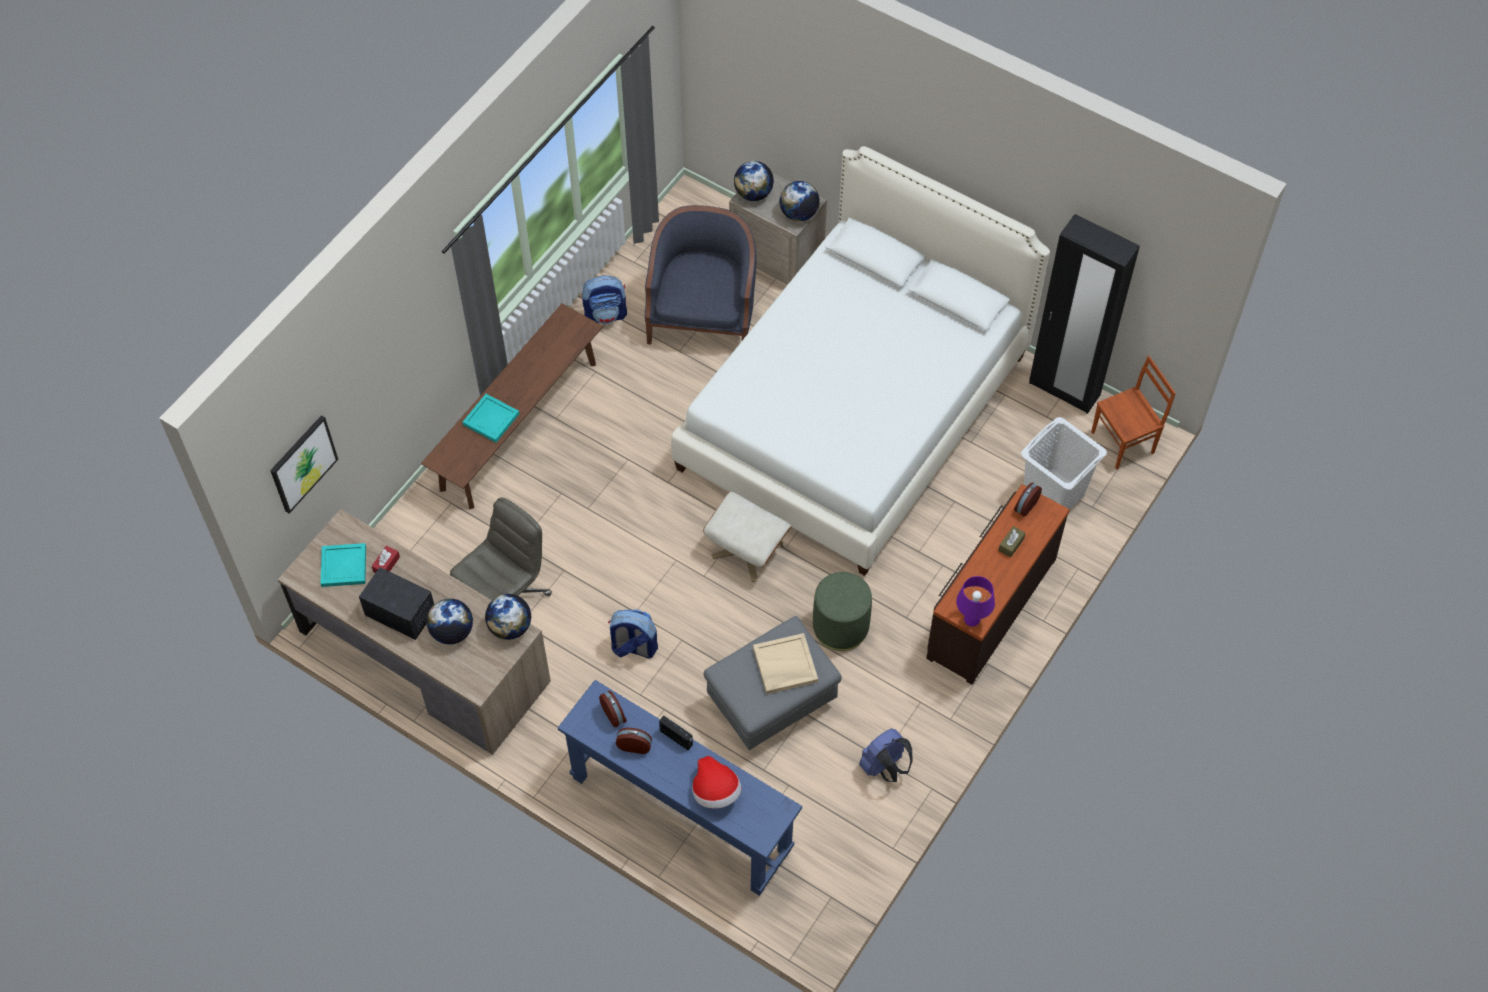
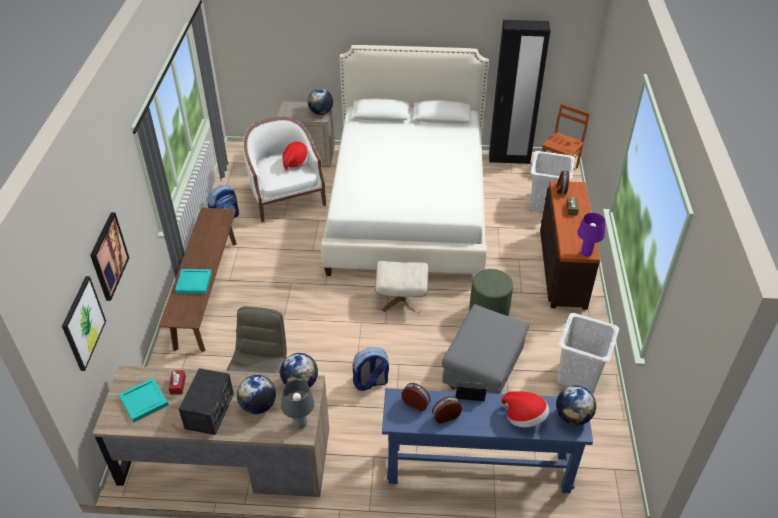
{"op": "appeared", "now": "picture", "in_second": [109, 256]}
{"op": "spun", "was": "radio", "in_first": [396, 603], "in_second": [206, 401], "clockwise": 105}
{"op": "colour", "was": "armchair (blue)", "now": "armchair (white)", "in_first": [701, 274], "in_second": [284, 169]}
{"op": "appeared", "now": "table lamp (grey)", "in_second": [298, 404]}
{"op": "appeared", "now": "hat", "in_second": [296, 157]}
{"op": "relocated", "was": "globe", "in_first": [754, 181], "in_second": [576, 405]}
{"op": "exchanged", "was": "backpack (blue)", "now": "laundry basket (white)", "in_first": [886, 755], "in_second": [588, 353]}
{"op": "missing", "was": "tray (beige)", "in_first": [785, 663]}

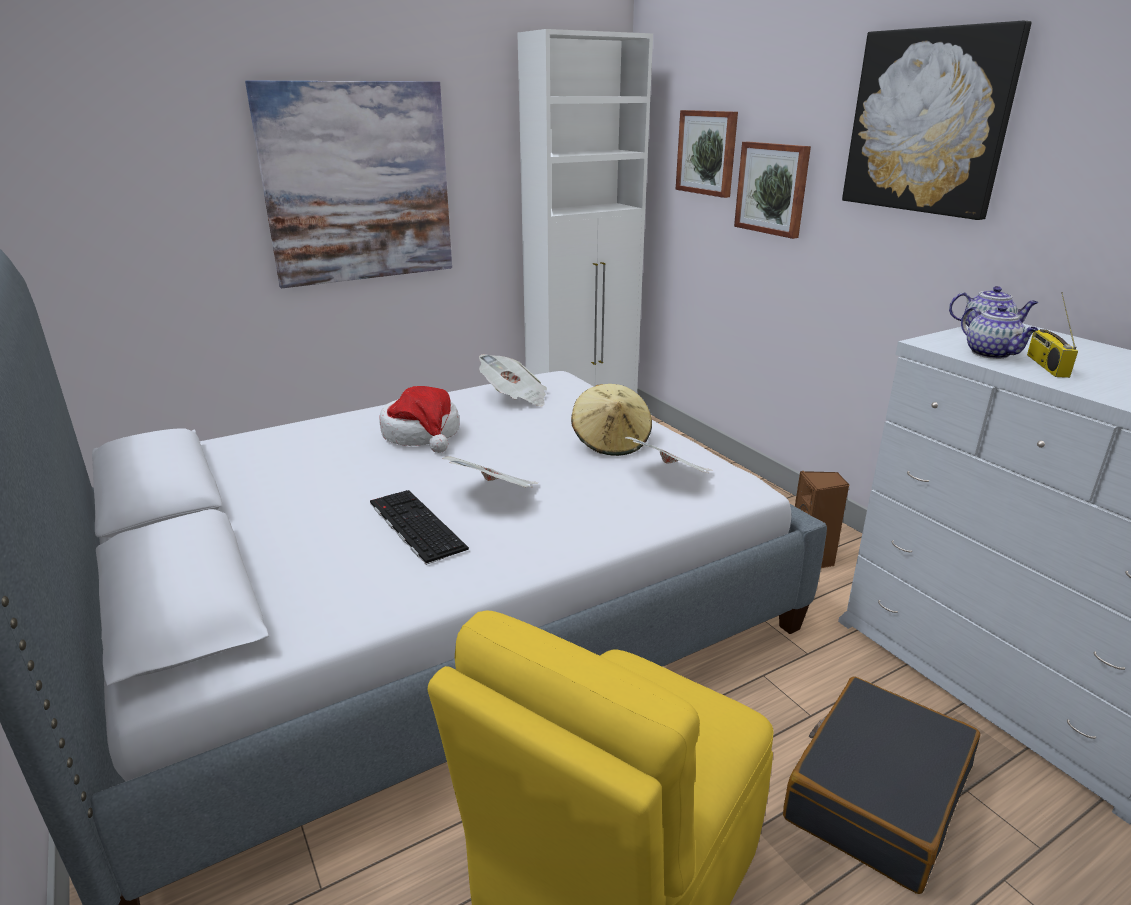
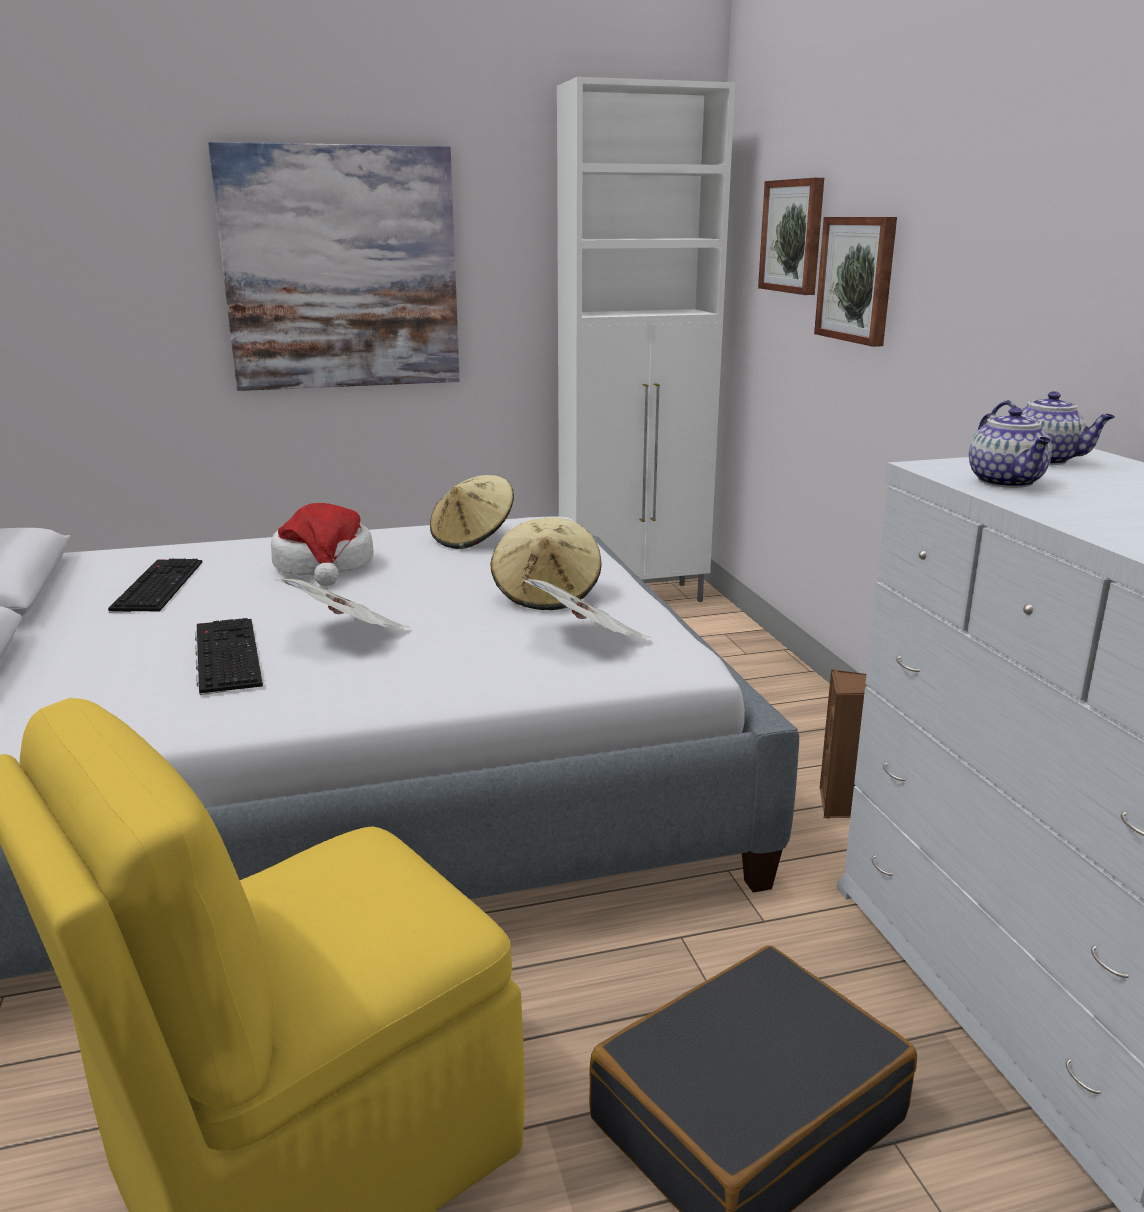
{"op": "appeared", "now": "keyboard", "in_second": [155, 586]}
{"op": "exchanged", "was": "newspaper", "now": "hat (beige)", "in_first": [513, 380], "in_second": [472, 512]}
{"op": "missing", "was": "picture", "in_first": [937, 120]}
{"op": "missing", "was": "radio", "in_first": [1052, 335]}

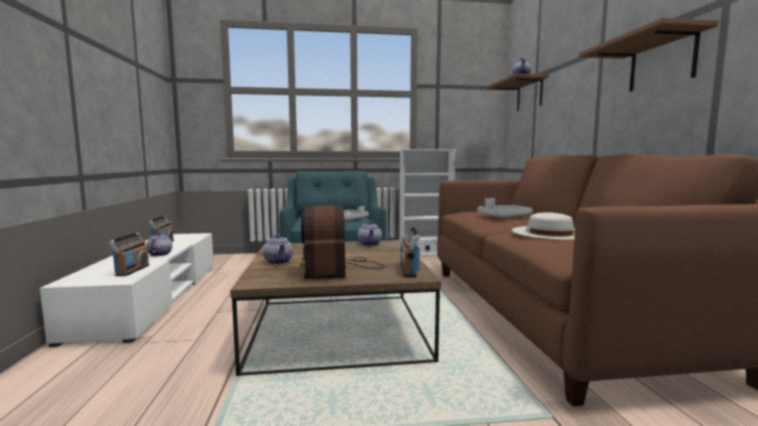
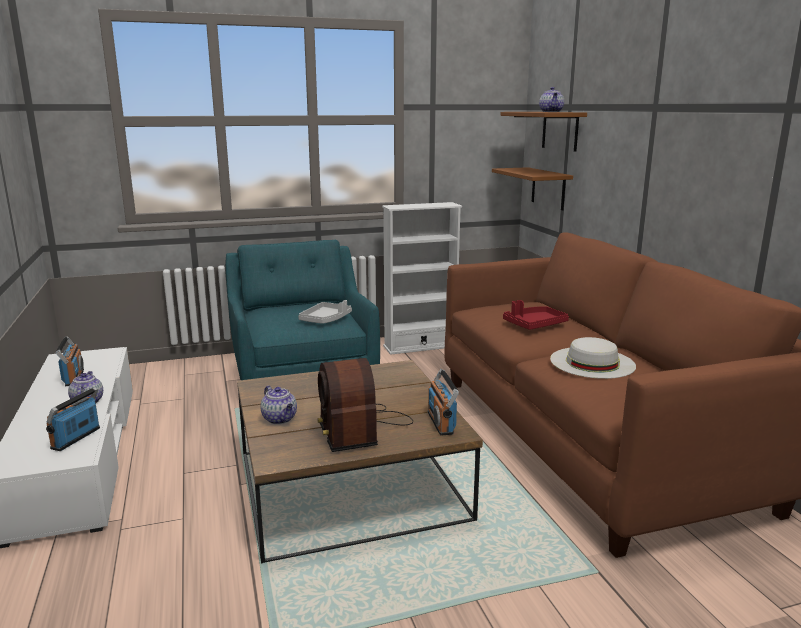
{"op": "spun", "was": "radio", "in_first": [128, 254], "in_second": [73, 419], "clockwise": -150}
{"op": "relocated", "was": "shelf (brown)", "in_first": [649, 55], "in_second": [532, 188]}
{"op": "colour", "was": "tray (grey)", "now": "tray (red)", "in_first": [505, 207], "in_second": [536, 315]}
{"op": "missing", "was": "teapot", "in_first": [370, 233]}

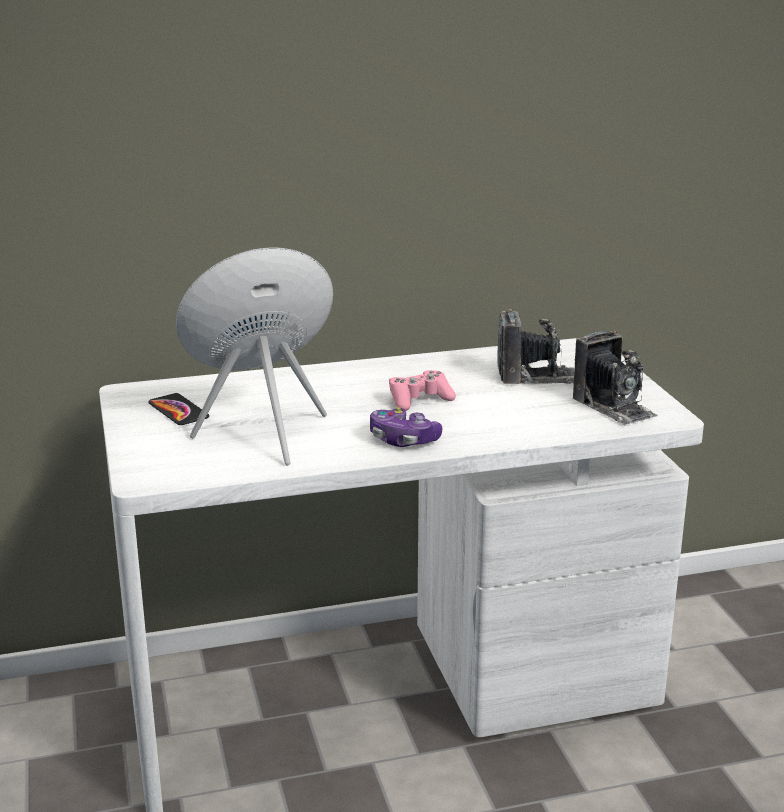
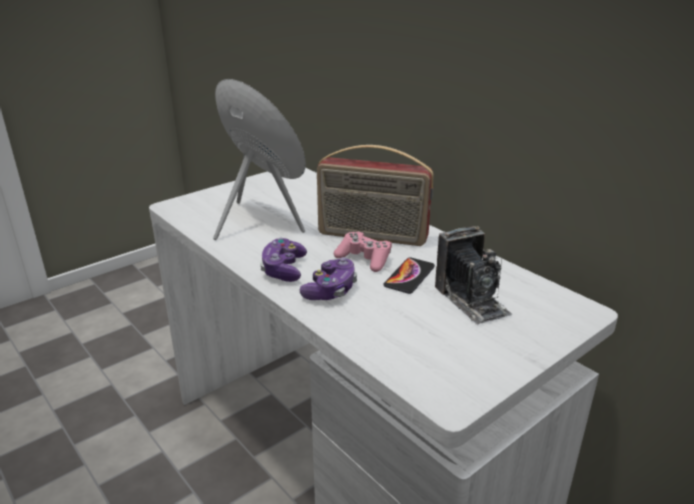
{"op": "appeared", "now": "game controller", "in_second": [328, 278]}
{"op": "appeared", "now": "radio", "in_second": [375, 195]}
{"op": "relocated", "was": "phone", "in_first": [178, 409], "in_second": [409, 275]}
{"op": "missing", "was": "photo camera", "in_first": [615, 378]}

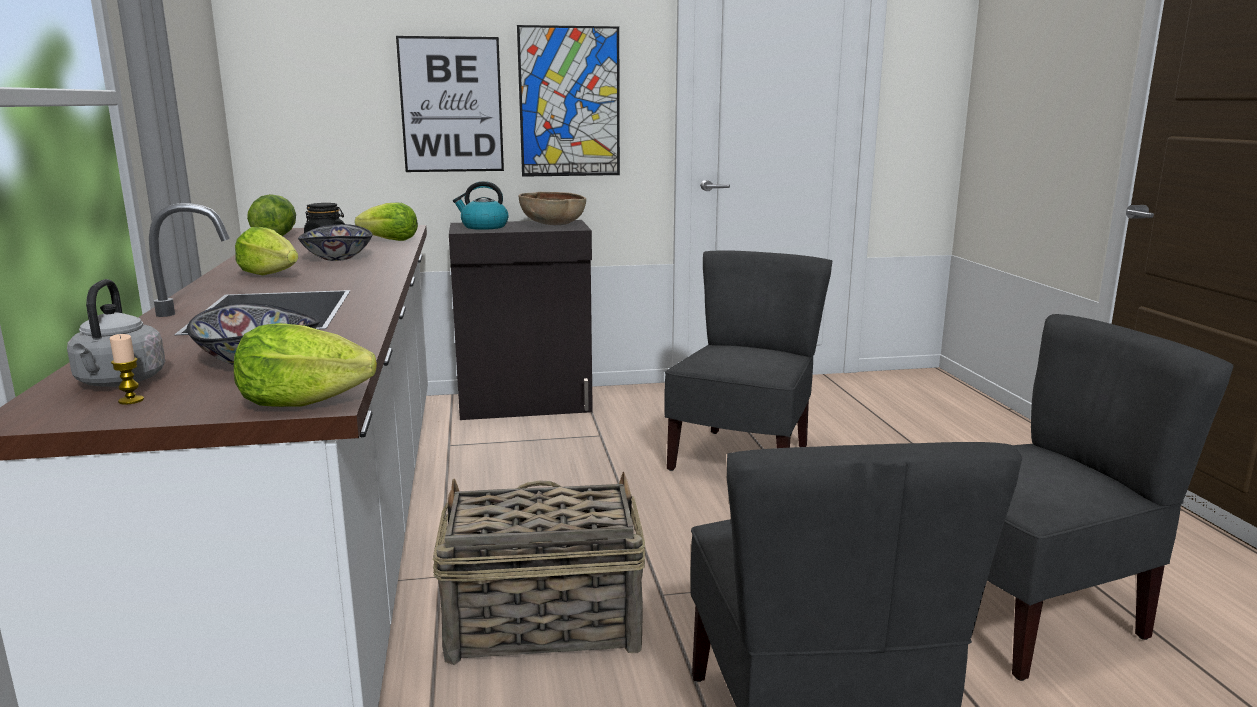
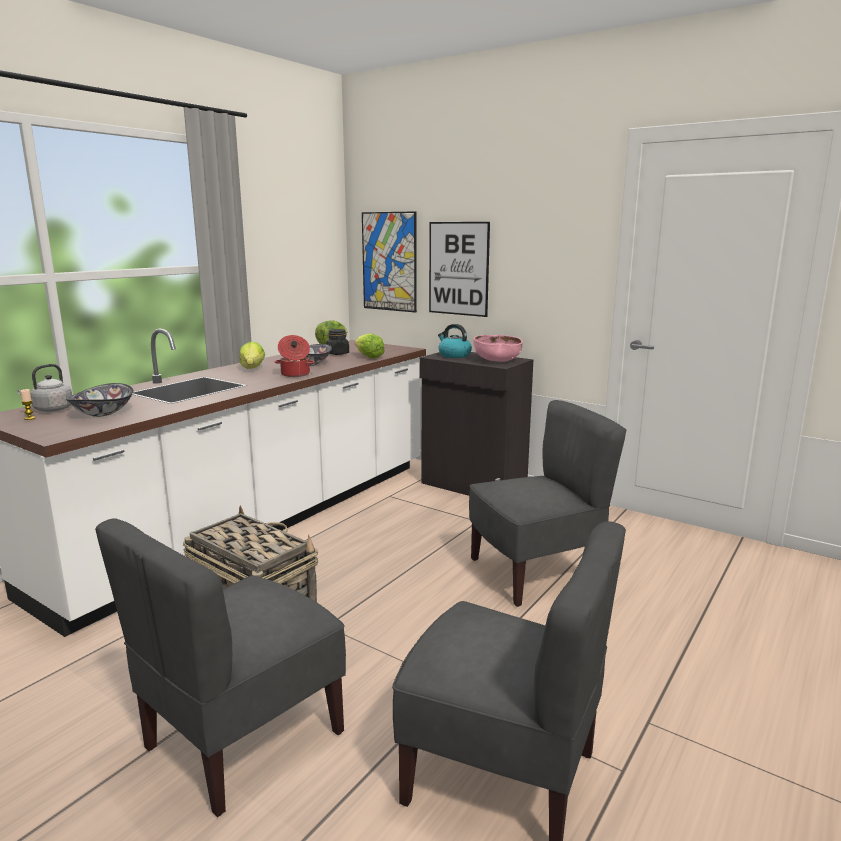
{"op": "appeared", "now": "cooking pot", "in_second": [295, 356]}
{"op": "relocated", "was": "picture", "in_first": [568, 101], "in_second": [389, 262]}
{"op": "colour", "was": "bowl (brown)", "now": "bowl (pink)", "in_first": [552, 208], "in_second": [498, 348]}
{"op": "missing", "was": "lettuce", "in_first": [305, 365]}

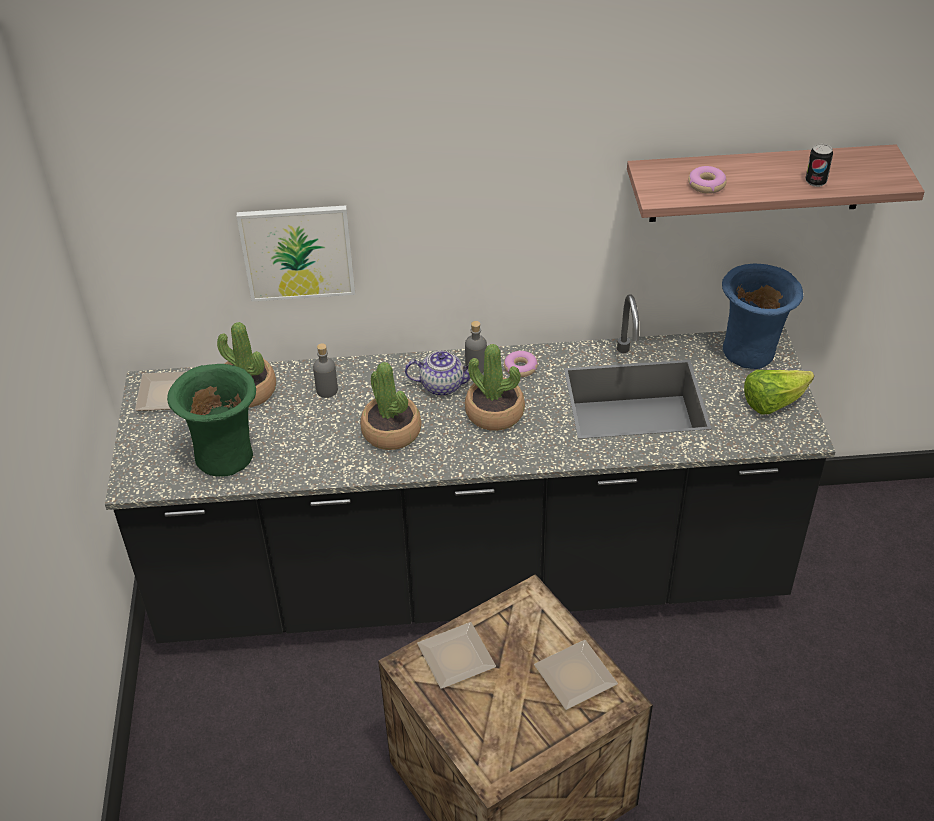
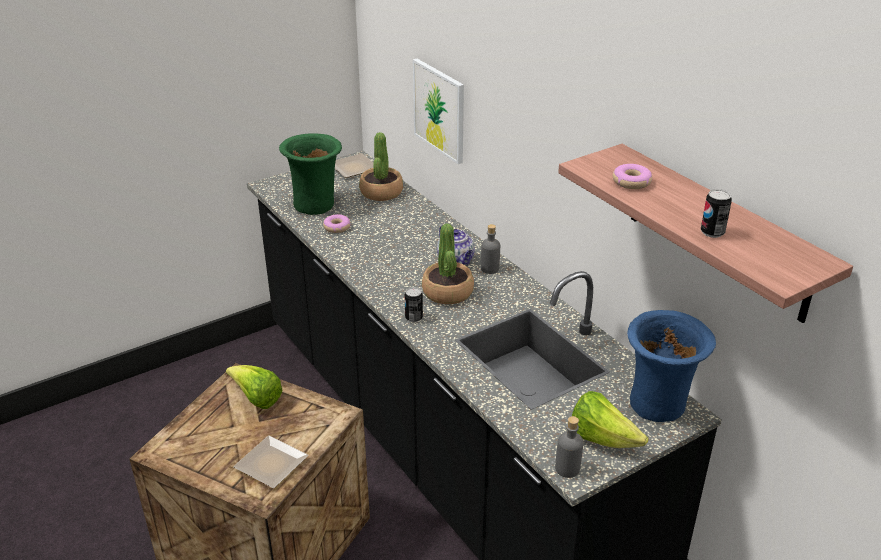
{"op": "exchanged", "was": "plate", "now": "lettuce", "in_first": [456, 655], "in_second": [254, 387]}
{"op": "relocated", "was": "donut", "in_first": [521, 364], "in_second": [337, 223]}
{"op": "appeared", "now": "can", "in_second": [413, 304]}
{"op": "relocated", "was": "bottle (grey)", "in_first": [325, 370], "in_second": [569, 447]}
{"op": "missing", "was": "potted plant", "in_first": [391, 406]}

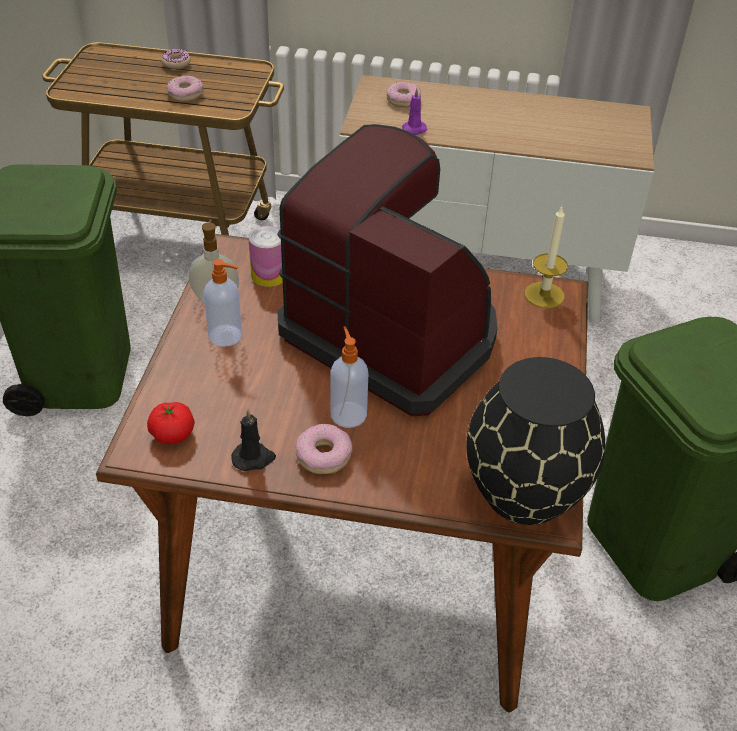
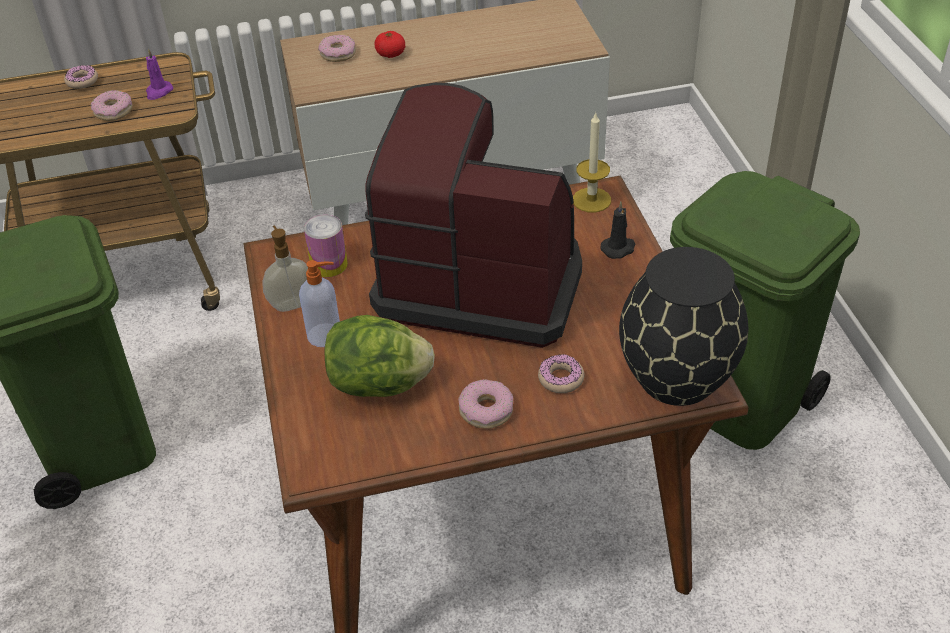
{"op": "relocated", "was": "candle (purple)", "in_first": [414, 111], "in_second": [159, 74]}
{"op": "appeared", "now": "lettuce", "in_second": [380, 356]}
{"op": "relocated", "was": "tomato", "in_first": [171, 423], "in_second": [390, 44]}
{"op": "appeared", "now": "donut", "in_second": [561, 373]}
{"op": "relocated", "was": "candle (black)", "in_first": [253, 440], "in_second": [618, 230]}
{"op": "missing", "was": "soap dispenser", "in_first": [349, 377]}

